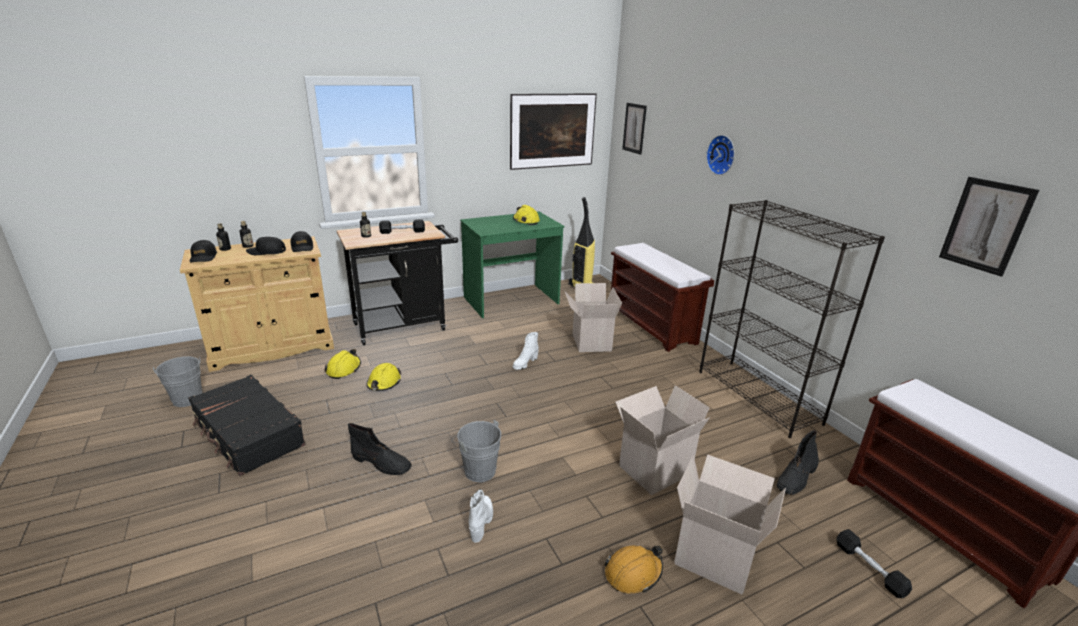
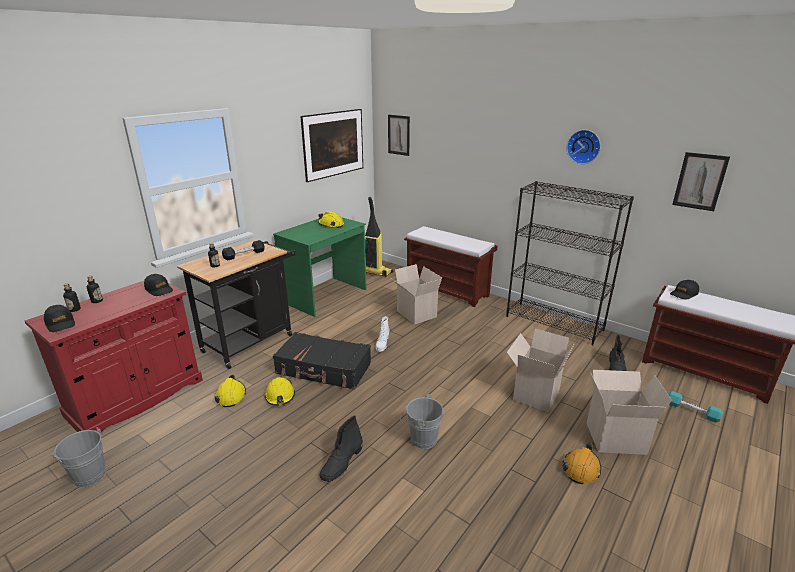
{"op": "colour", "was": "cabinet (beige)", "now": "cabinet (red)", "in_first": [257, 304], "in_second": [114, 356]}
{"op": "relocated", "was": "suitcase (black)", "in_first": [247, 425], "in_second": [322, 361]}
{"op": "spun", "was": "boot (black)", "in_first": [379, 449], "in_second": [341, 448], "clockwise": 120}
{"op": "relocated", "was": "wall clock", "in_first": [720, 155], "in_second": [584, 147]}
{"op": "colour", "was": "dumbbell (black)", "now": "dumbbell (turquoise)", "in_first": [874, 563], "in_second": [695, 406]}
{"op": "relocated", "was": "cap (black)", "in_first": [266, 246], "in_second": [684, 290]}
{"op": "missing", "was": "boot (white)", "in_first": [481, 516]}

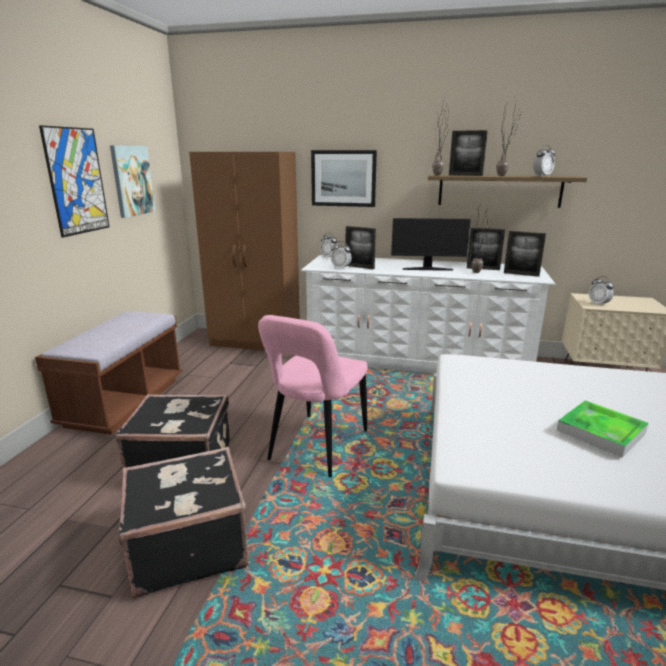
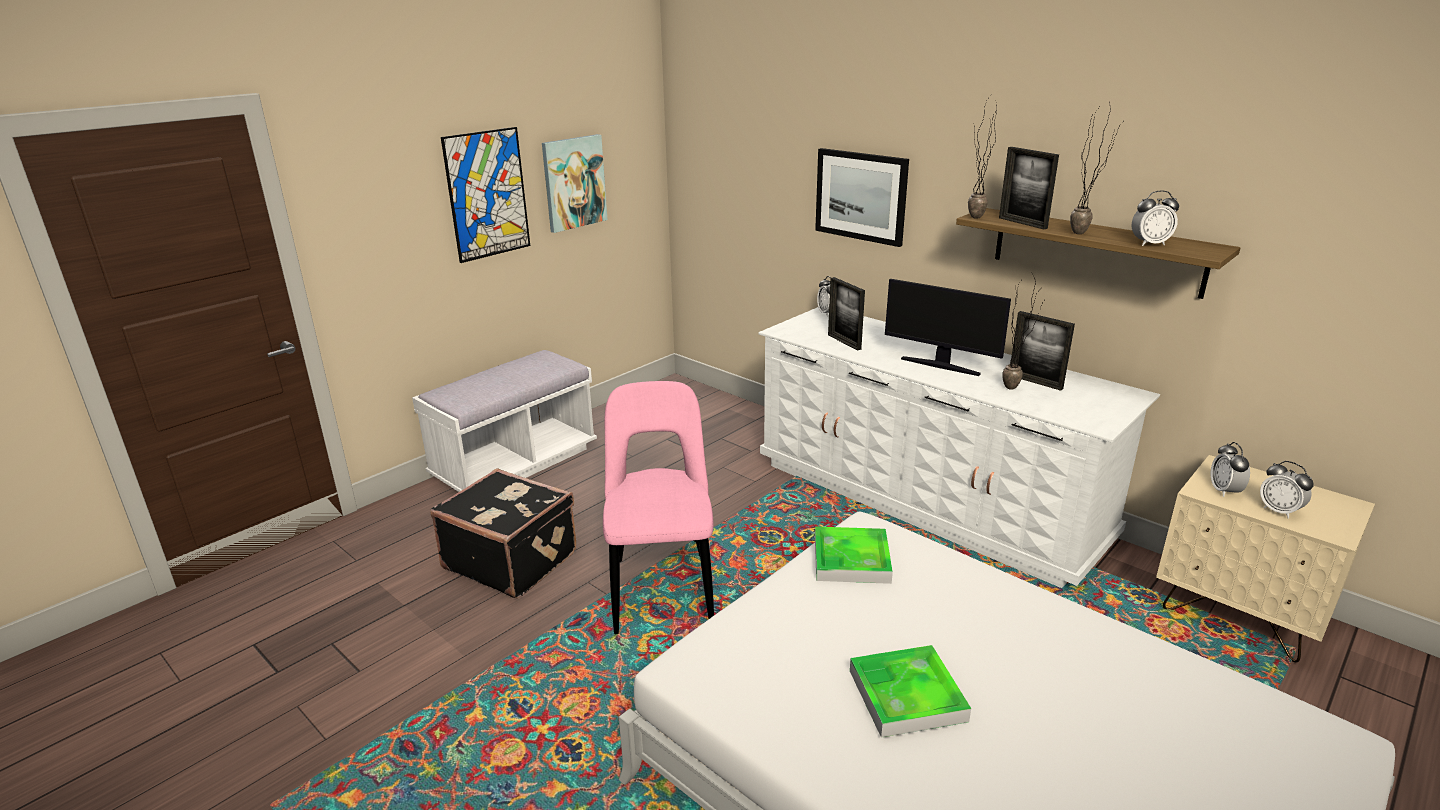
{"op": "colour", "was": "bench (brown)", "now": "bench (white)", "in_first": [109, 373], "in_second": [504, 421]}
{"op": "spun", "was": "chair (pink)", "in_first": [313, 396], "in_second": [658, 507], "clockwise": 120}
{"op": "appeared", "now": "tray", "in_second": [854, 555]}
{"op": "relocated", "was": "alarm clock", "in_first": [341, 255], "in_second": [1287, 490]}
{"op": "missing", "was": "suitcase (black)", "in_first": [183, 522]}
{"op": "missing", "was": "wardrobe (brown)", "in_first": [244, 251]}
{"op": "missing", "was": "picture frame", "in_first": [525, 254]}

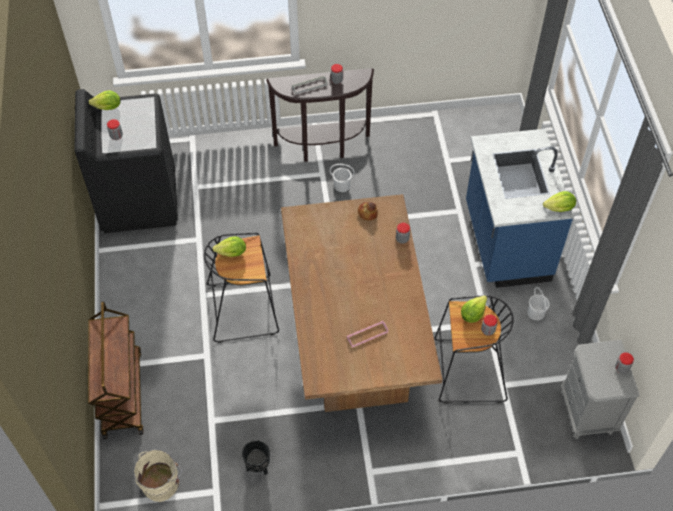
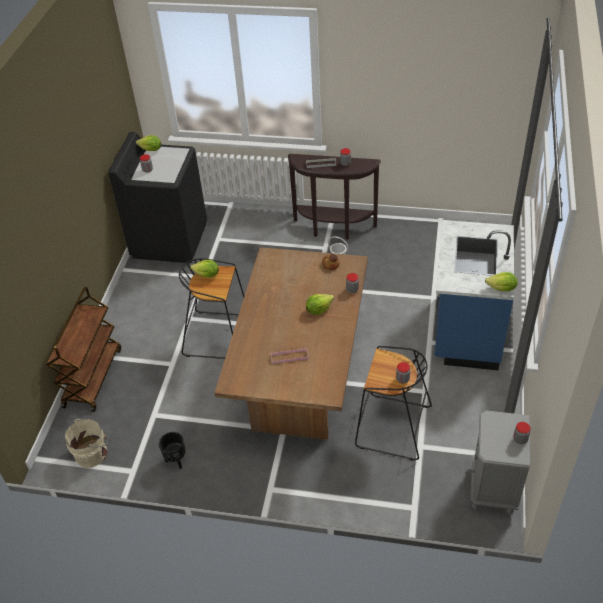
{"op": "relocated", "was": "lettuce", "in_first": [474, 309], "in_second": [320, 304]}
{"op": "missing", "was": "bucket (white)", "in_first": [538, 304]}

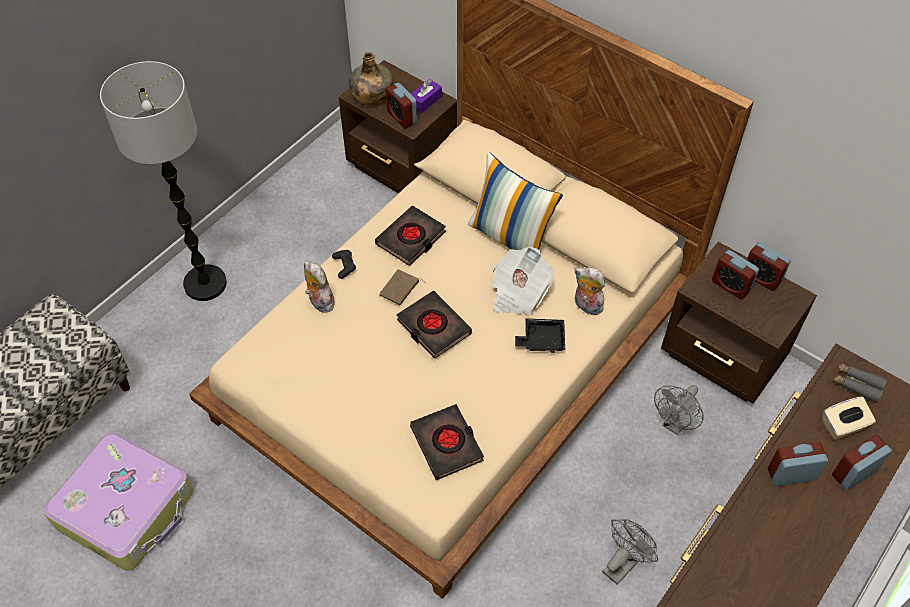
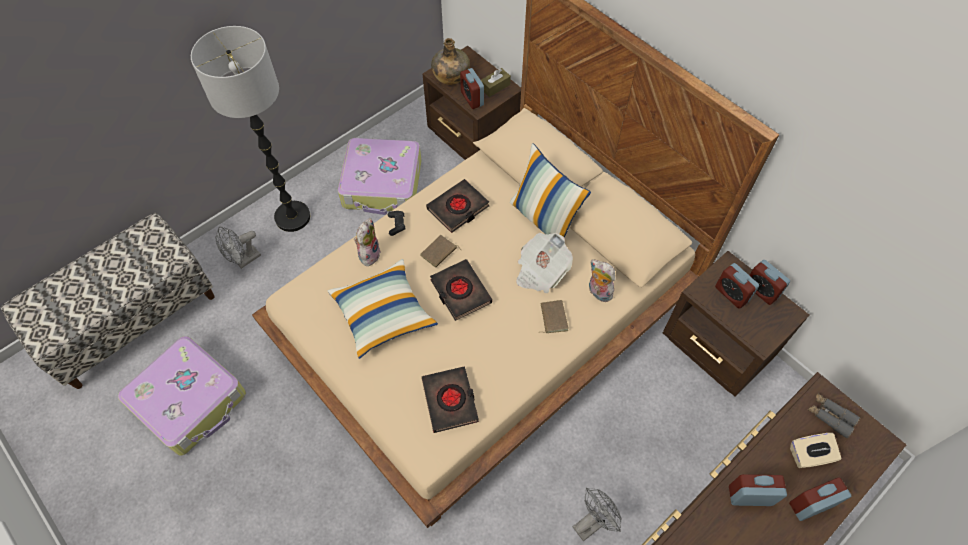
{"op": "relocated", "was": "fan (grey)", "in_first": [678, 410], "in_second": [238, 248]}
{"op": "appeared", "now": "pillow", "in_second": [383, 309]}
{"op": "appeared", "now": "suitcase", "in_second": [379, 176]}
{"op": "spun", "was": "plush toy", "in_first": [319, 286], "in_second": [367, 242], "clockwise": 45}
{"op": "colour", "was": "tissue box (purple)", "now": "tissue box (brown)", "in_first": [426, 96], "in_second": [496, 82]}
{"op": "exchanged", "was": "tray (black)", "now": "book (brown)", "in_first": [540, 335], "in_second": [555, 316]}

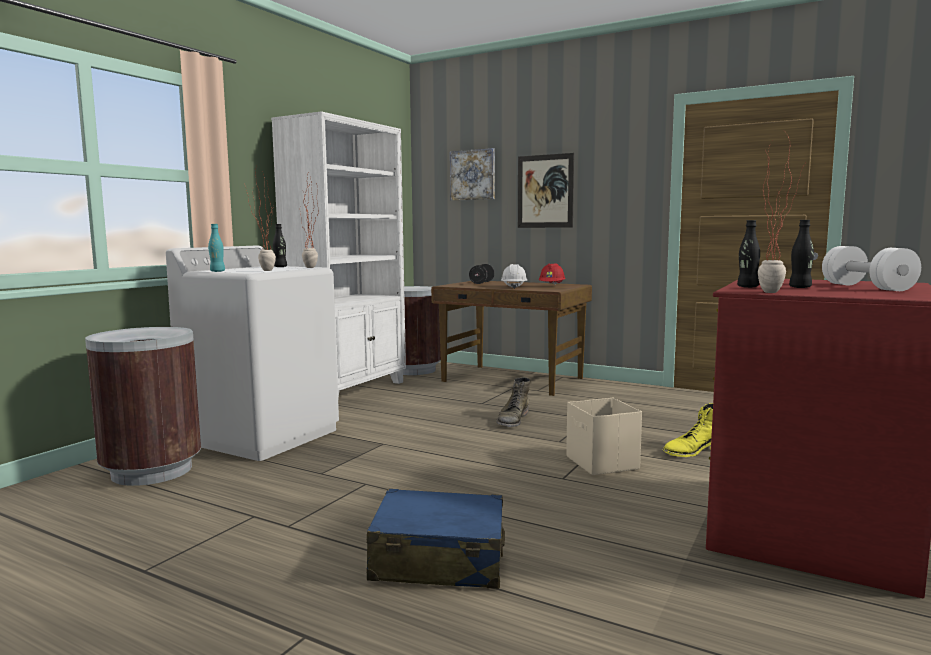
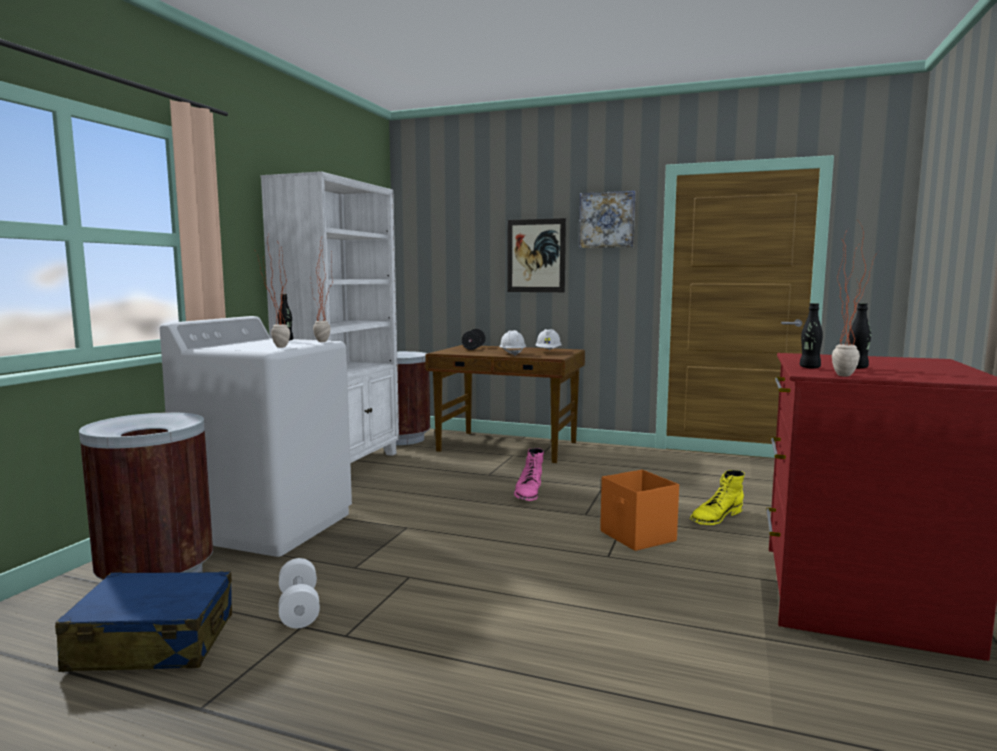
{"op": "relocated", "was": "suitcase (blue)", "in_first": [435, 538], "in_second": [143, 621]}
{"op": "relocated", "was": "dumbbell (white)", "in_first": [871, 268], "in_second": [299, 593]}
{"op": "colour", "was": "boot (green)", "now": "boot (pink)", "in_first": [513, 402], "in_second": [529, 474]}
{"op": "colour", "was": "hard hat (red)", "now": "hard hat (white)", "in_first": [552, 274], "in_second": [549, 339]}
{"op": "relocated", "was": "picture", "in_first": [472, 174], "in_second": [607, 219]}
{"op": "colour", "was": "storage box (beige)", "now": "storage box (orange)", "in_first": [604, 436], "in_second": [639, 510]}
{"op": "missing", "was": "bottle (turquoise)", "in_first": [216, 248]}

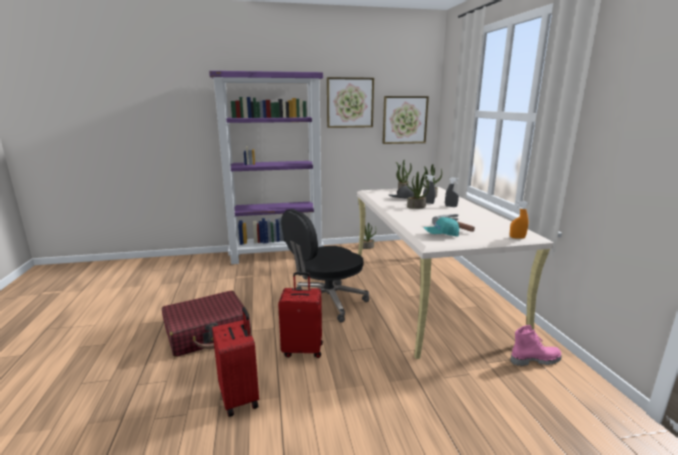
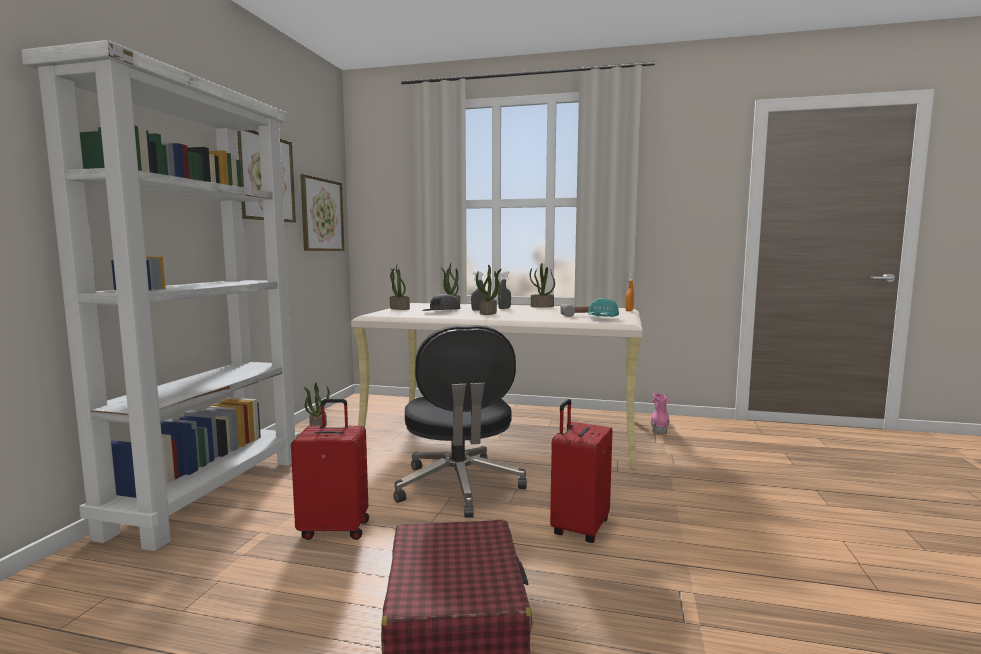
{"op": "colour", "was": "bookcase (purple)", "now": "bookcase (white)", "in_first": [266, 167], "in_second": [160, 295]}
{"op": "relocated", "was": "suitcase (red)", "in_first": [235, 362], "in_second": [330, 469]}
{"op": "appeared", "now": "potted plant", "in_second": [542, 285]}

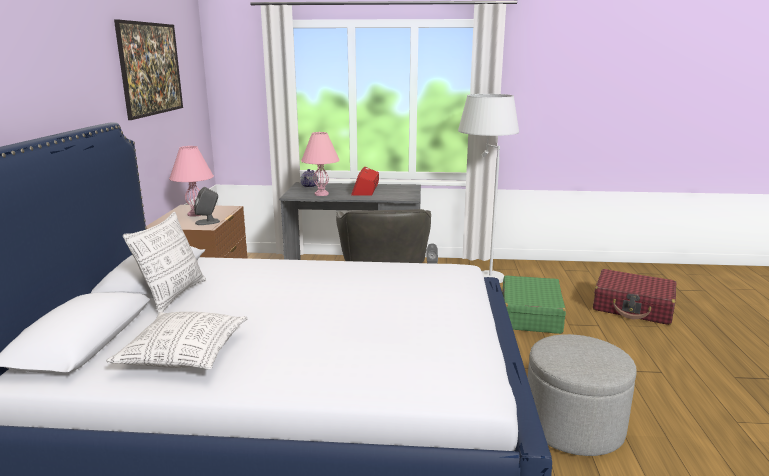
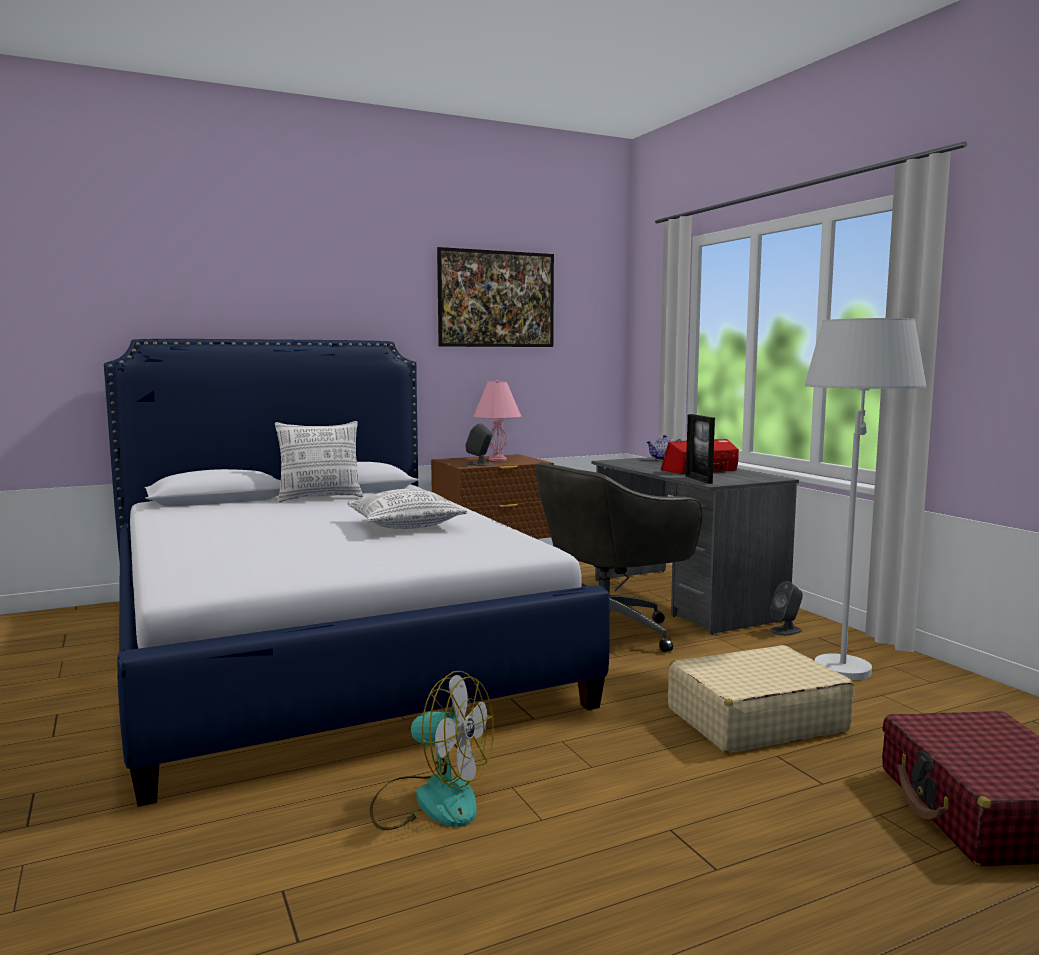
{"op": "relocated", "was": "pillow", "in_first": [177, 341], "in_second": [407, 509]}
{"op": "exchanged", "was": "ottoman (grey)", "now": "fan", "in_first": [582, 395], "in_second": [432, 750]}
{"op": "colour", "was": "suitcase (green)", "now": "suitcase (beige)", "in_first": [534, 304], "in_second": [761, 699]}
{"op": "appeared", "now": "picture frame", "in_second": [700, 449]}
{"op": "missing", "was": "table lamp (pink)", "in_first": [320, 164]}

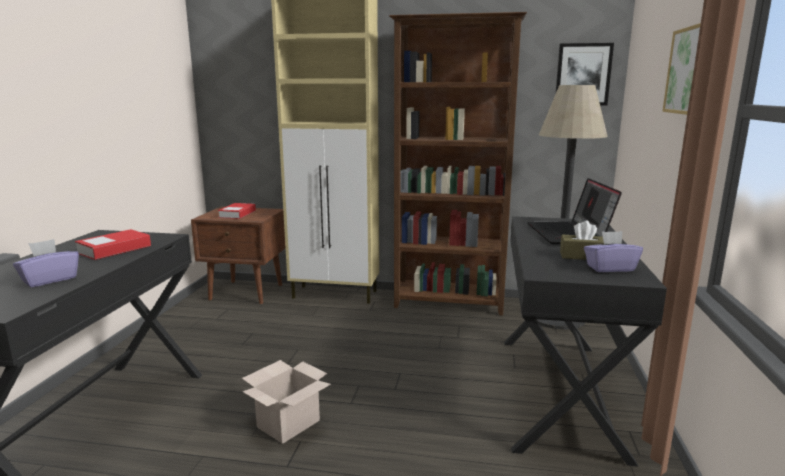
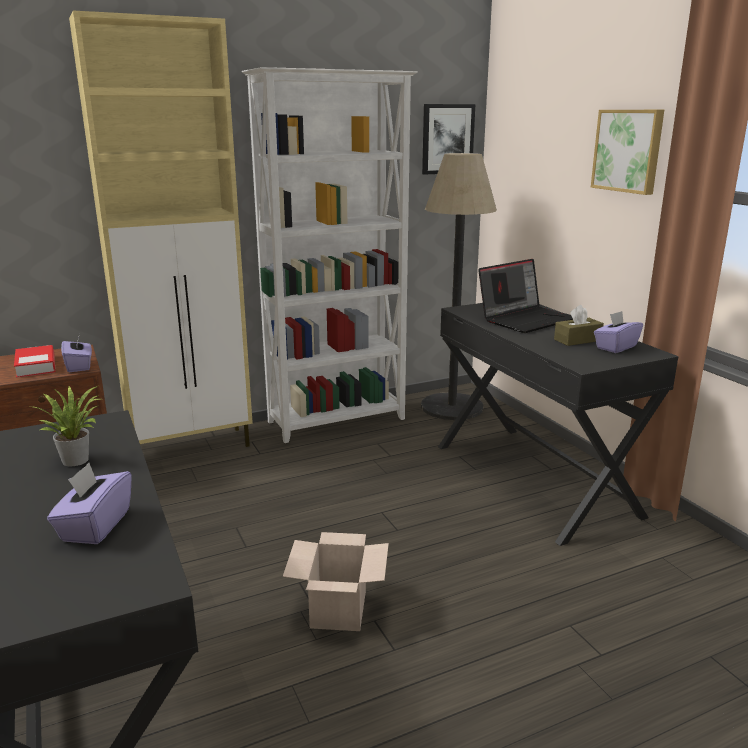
{"op": "exchanged", "was": "book", "now": "potted plant", "in_first": [113, 244], "in_second": [67, 426]}
{"op": "appeared", "now": "tissue box (purple)", "in_second": [76, 353]}
{"op": "colour", "was": "bookcase (brown)", "now": "bookcase (white)", "in_first": [458, 164], "in_second": [330, 255]}
{"op": "spun", "was": "laptop", "in_first": [574, 211], "in_second": [525, 296], "clockwise": -90}

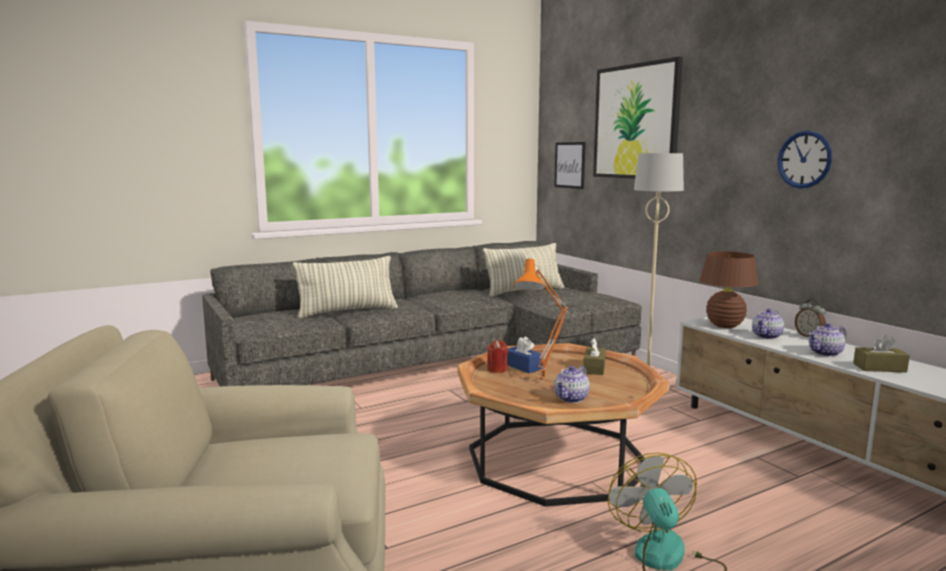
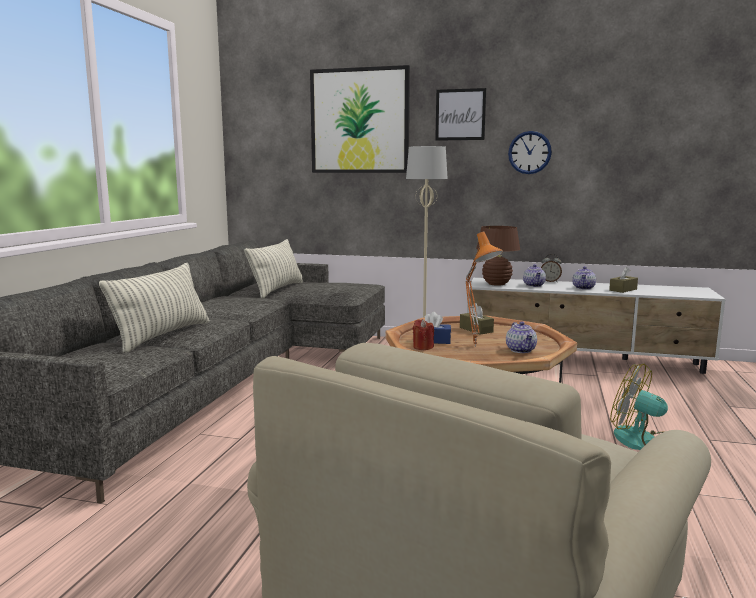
{"op": "relocated", "was": "picture", "in_first": [570, 165], "in_second": [460, 114]}

